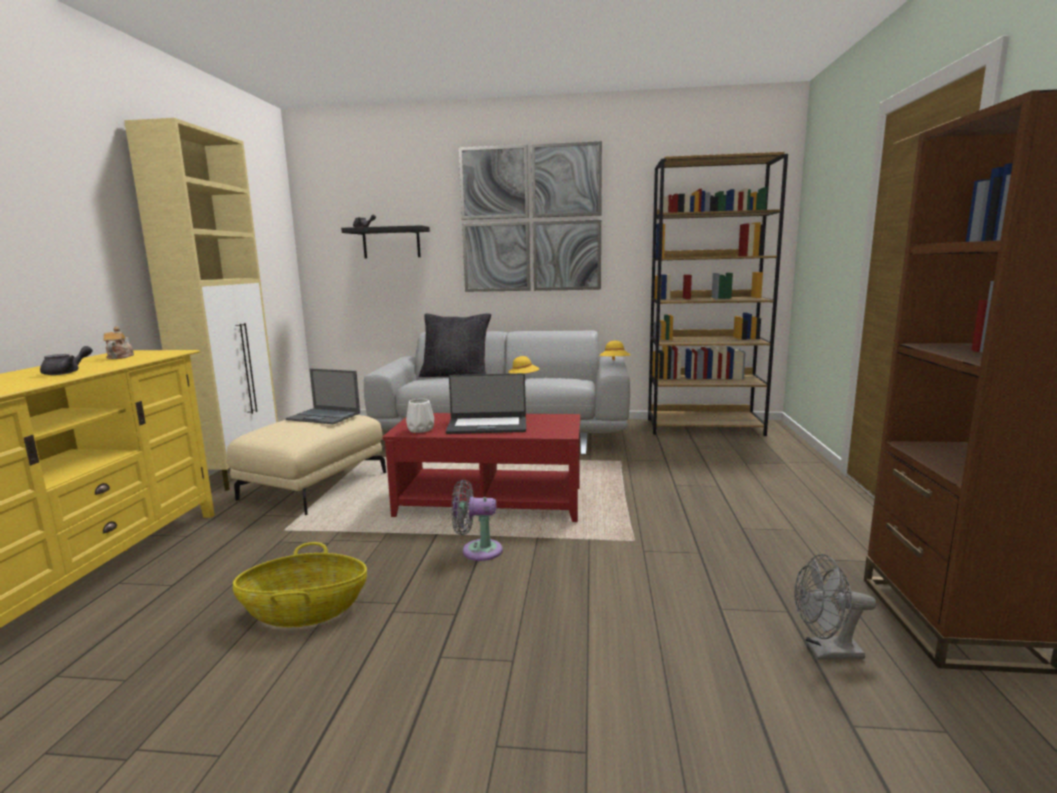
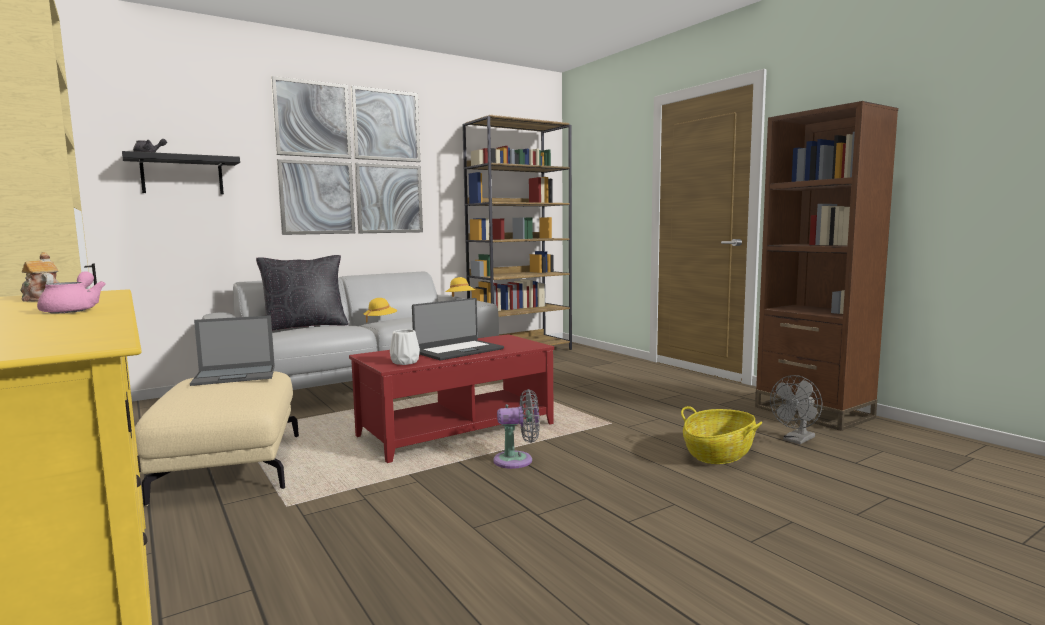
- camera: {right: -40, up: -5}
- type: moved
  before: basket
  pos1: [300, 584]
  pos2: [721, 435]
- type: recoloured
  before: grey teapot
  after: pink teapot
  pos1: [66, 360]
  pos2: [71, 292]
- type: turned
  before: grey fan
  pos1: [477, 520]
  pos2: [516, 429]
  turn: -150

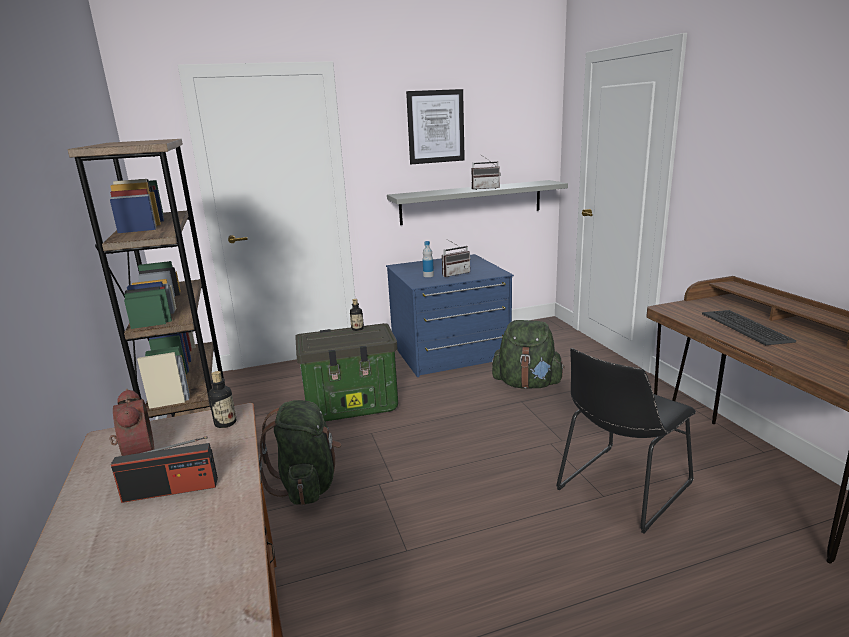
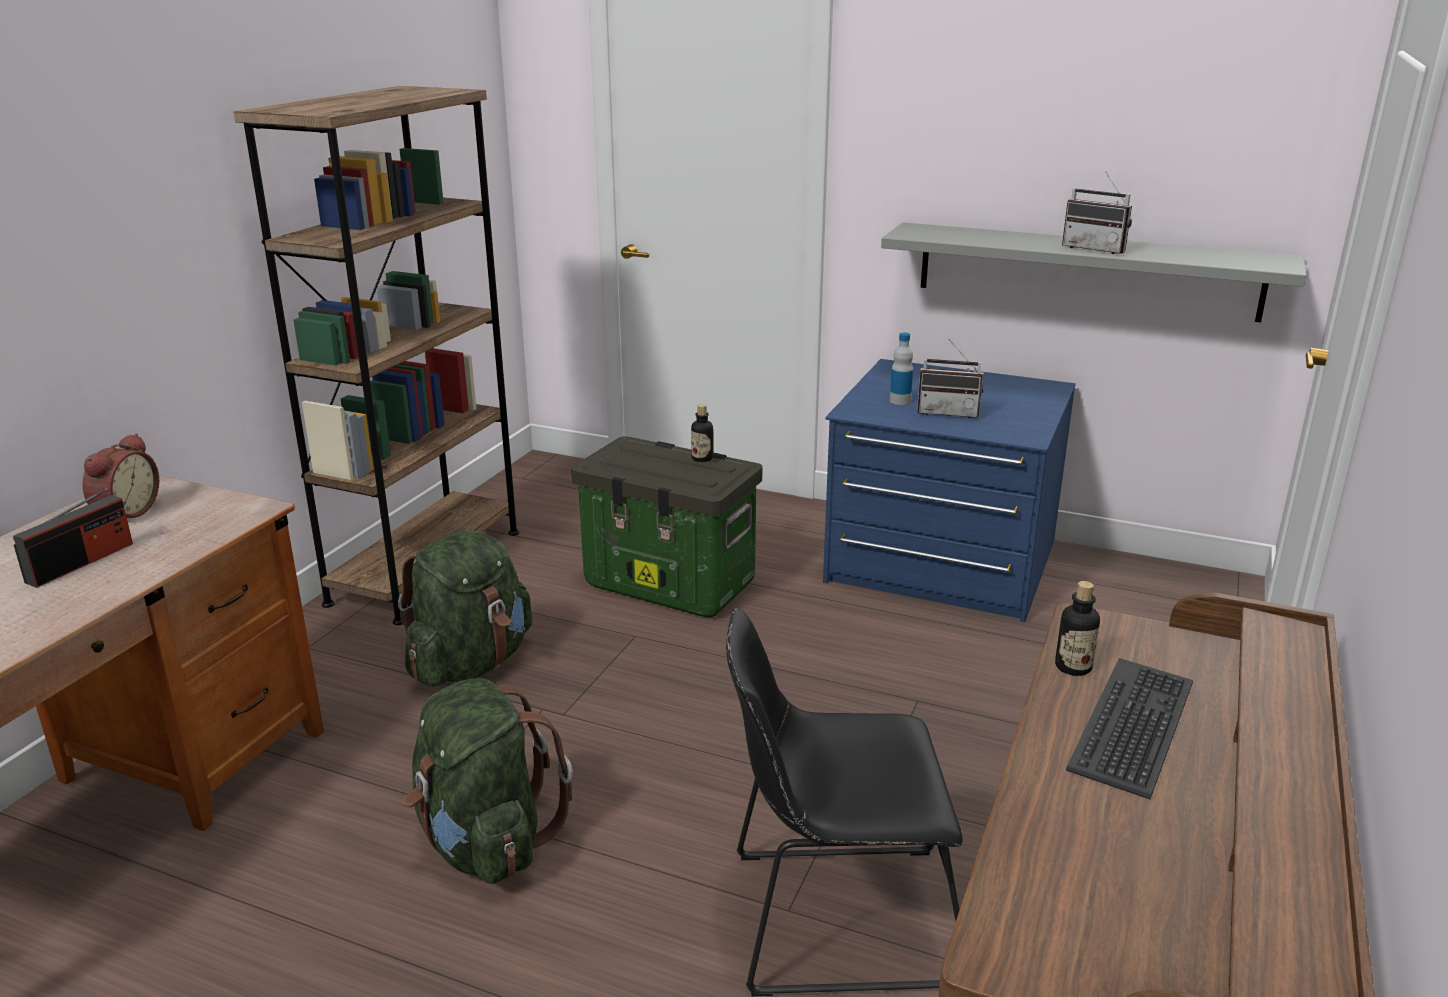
- camera: {right: 40, up: 5}
- type: removed
  before: picture
  pos1: [435, 126]
- type: moved
  before: bottle
  pos1: [222, 399]
  pos2: [1077, 628]
- type: moved
  before: green backpack
  pos1: [528, 354]
  pos2: [488, 781]
- type: turned
  before: radio
  pos1: [164, 469]
  pos2: [73, 538]
  turn: -90

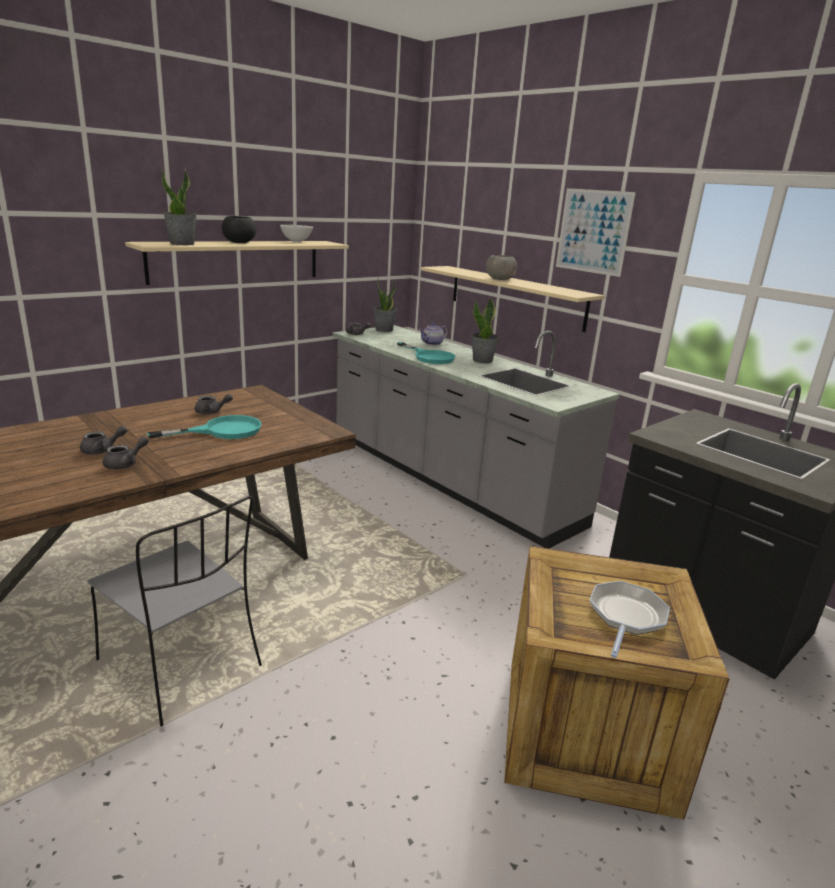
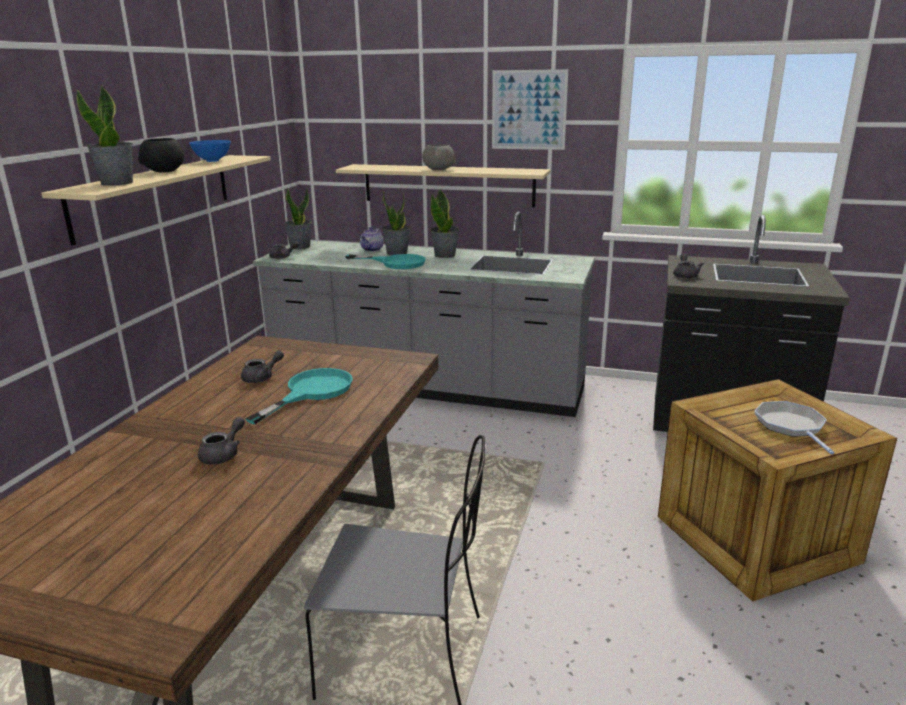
- camera: {right: -30, up: 0}
- type: added
  after: potted plant
  pos2: [396, 223]
- type: moved
  before: grey teapot
  pos1: [126, 452]
  pos2: [688, 266]
- type: recoloured
  before: white bowl
  after: blue bowl
  pos1: [296, 234]
  pos2: [210, 151]

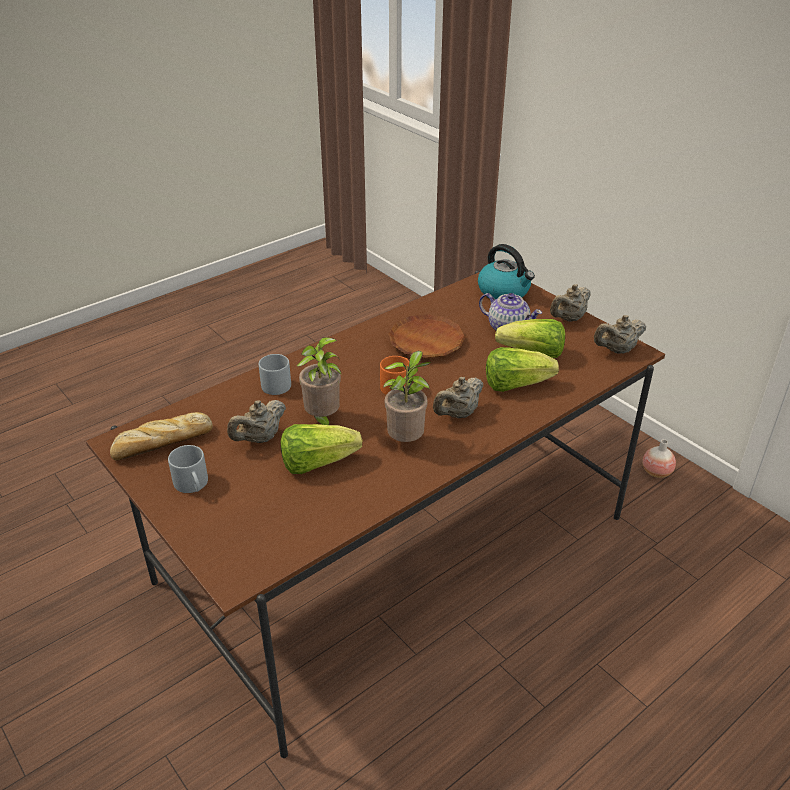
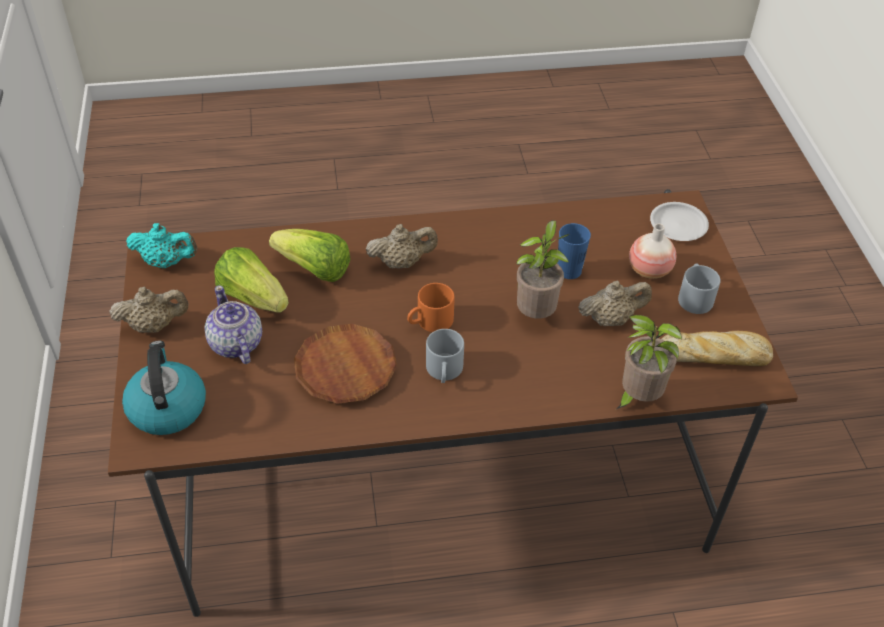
- camera: {right: -150, up: 10}
- type: added
  after: white plate
  pos2: [679, 221]
- type: moved
  before: grey mug
  pos1: [275, 374]
  pos2: [445, 356]
- type: moved
  before: potted plant
  pos1: [407, 396]
  pos2: [648, 362]
- type: moved
  before: vase
  pos1: [659, 458]
  pos2: [652, 251]
- type: replaced
  before: lettuce
  after: blue cup
  pos1: [321, 449]
  pos2: [574, 251]
- type: recoloured
  before: beige teapot
  after: turquoise teapot
  pos1: [620, 334]
  pos2: [161, 245]

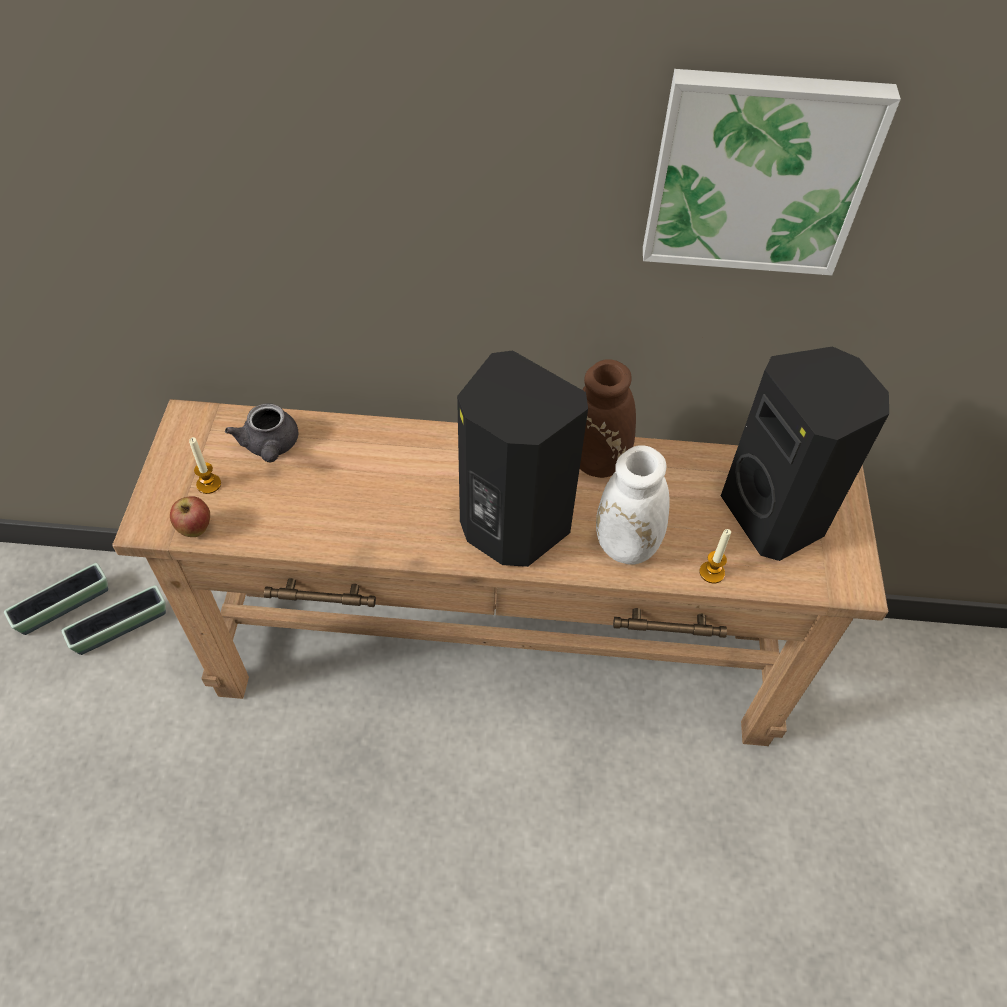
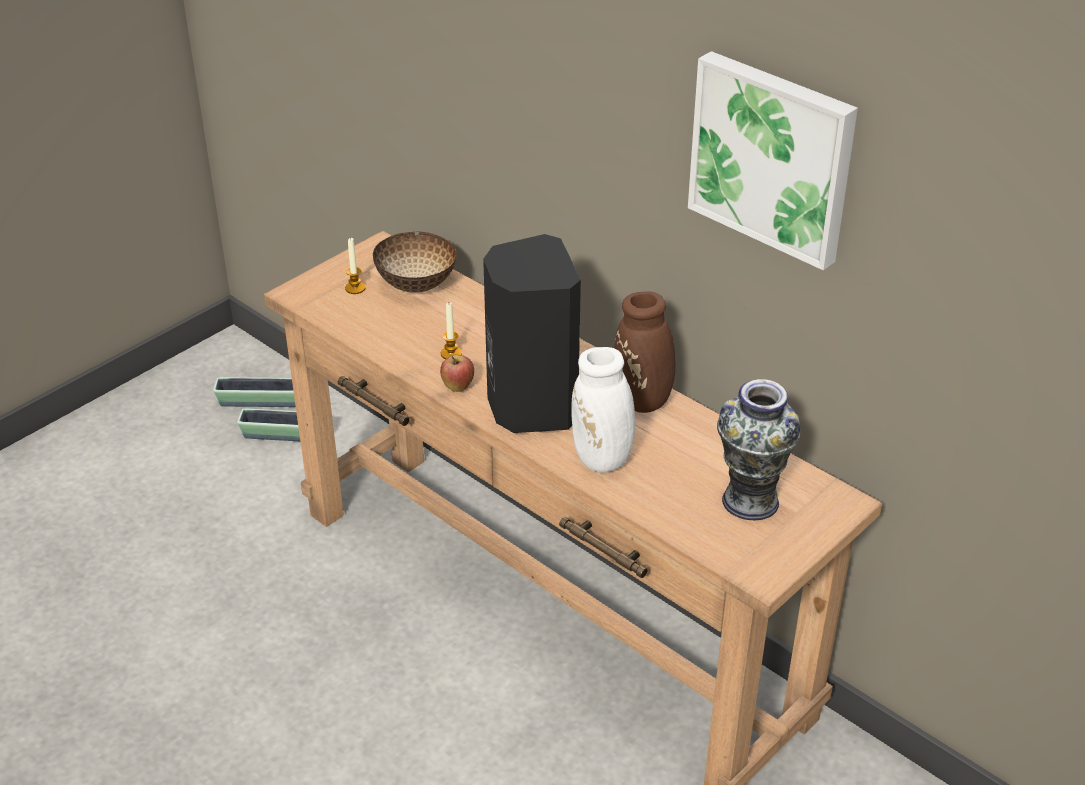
- camera: {right: 40, up: -15}
- type: moved
  before: apple
  pos1: [190, 516]
  pos2: [457, 373]
- type: moved
  before: candle
  pos1: [715, 556]
  pos2: [451, 330]
- type: replaced
  before: grey teapot
  after: bowl
  pos1: [261, 433]
  pos2: [415, 262]
- type: replaced
  before: black speaker
  after: vase
  pos1: [805, 453]
  pos2: [758, 449]

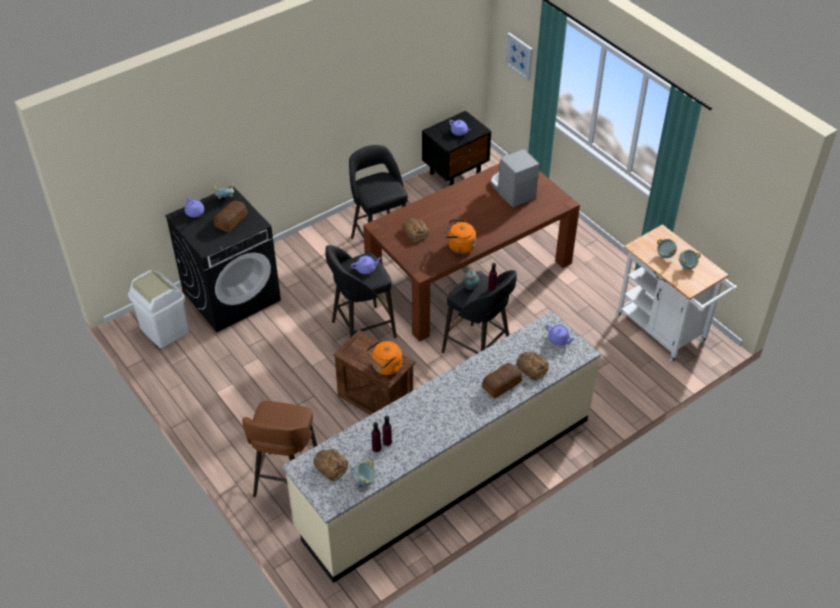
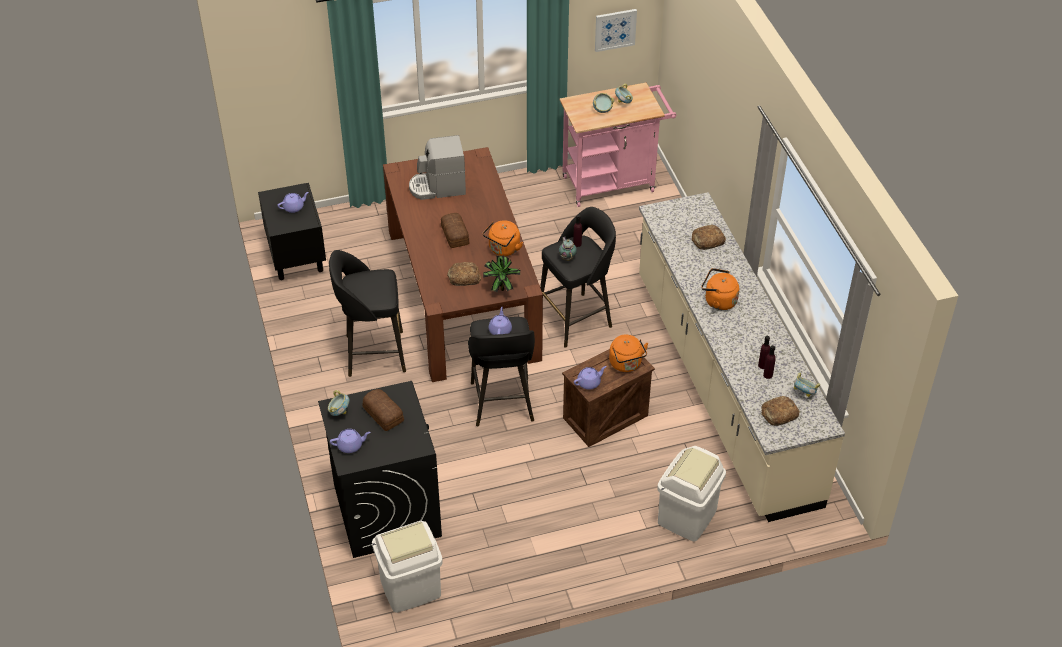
- camera: {right: -70, up: 0}
- type: added
  after: potted plant
  pos2: [502, 274]
- type: added
  after: orange kettle
  pos2: [720, 289]
- type: moved
  before: bread
  pos1: [502, 381]
  pos2: [455, 230]
- type: moved
  before: picture
  pos1: [519, 56]
  pos2: [616, 30]
- type: moved
  before: purple teapot
  pos1: [560, 335]
  pos2: [590, 378]
- type: replaced
  before: brown stool
  after: white trash can
  pos1: [279, 449]
  pos2: [691, 494]
- type: recoloured
  before: white cart
  after: pink cart
  pos1: [676, 293]
  pos2: [618, 145]

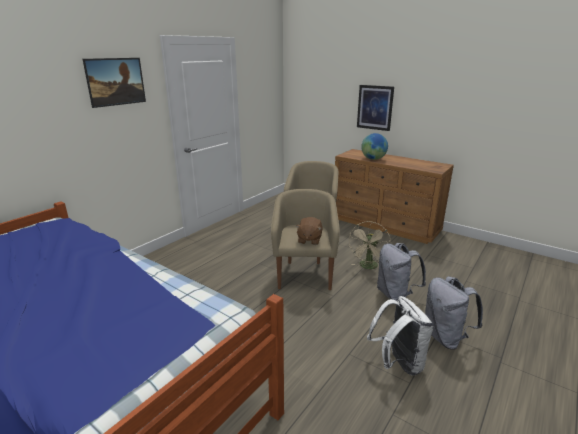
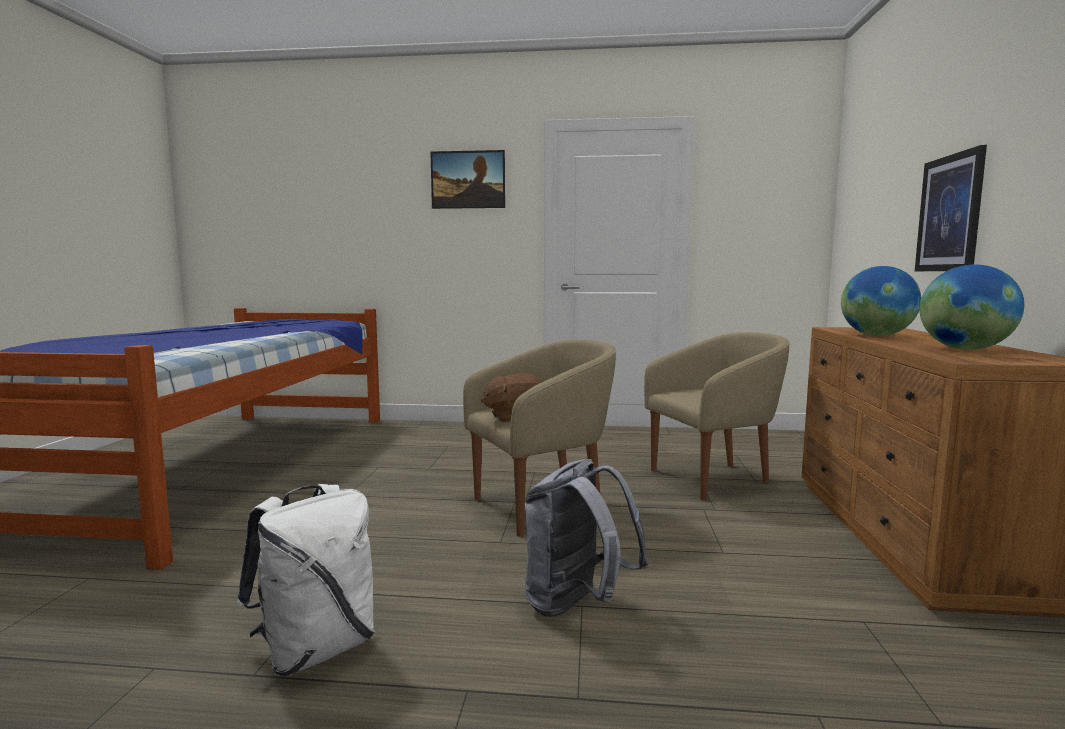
- camera: {right: 60, up: -15}
- type: removed
  before: beige fan
  pos1: [369, 245]
- type: removed
  before: grey backpack
  pos1: [454, 313]
- type: added
  after: globe
  pos2: [972, 307]

